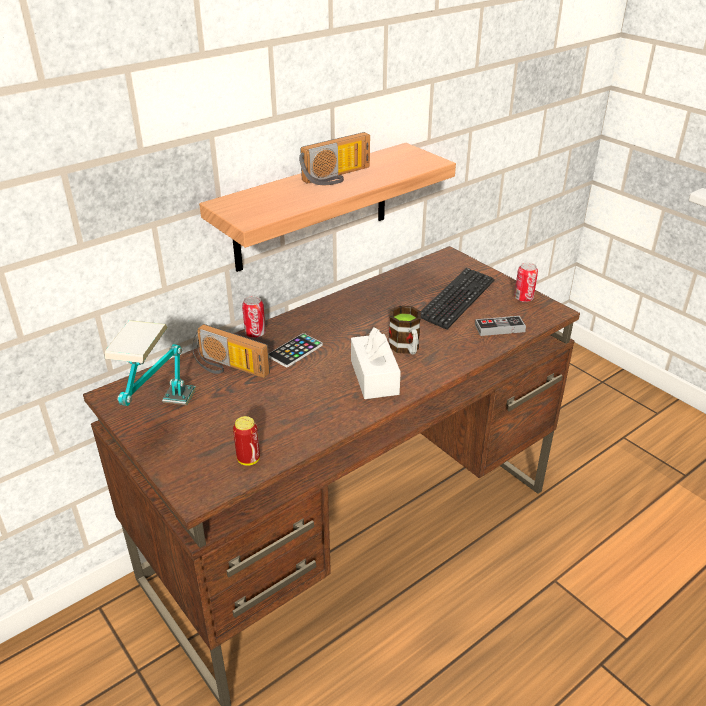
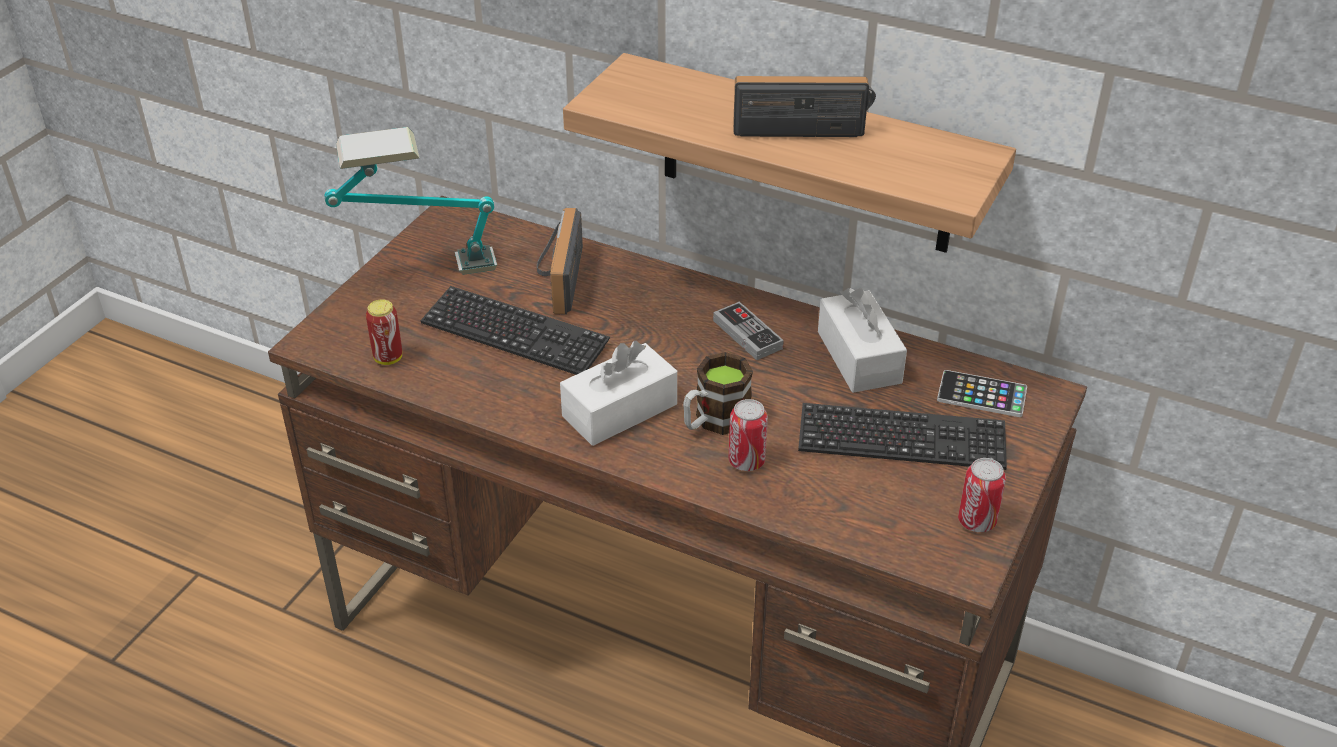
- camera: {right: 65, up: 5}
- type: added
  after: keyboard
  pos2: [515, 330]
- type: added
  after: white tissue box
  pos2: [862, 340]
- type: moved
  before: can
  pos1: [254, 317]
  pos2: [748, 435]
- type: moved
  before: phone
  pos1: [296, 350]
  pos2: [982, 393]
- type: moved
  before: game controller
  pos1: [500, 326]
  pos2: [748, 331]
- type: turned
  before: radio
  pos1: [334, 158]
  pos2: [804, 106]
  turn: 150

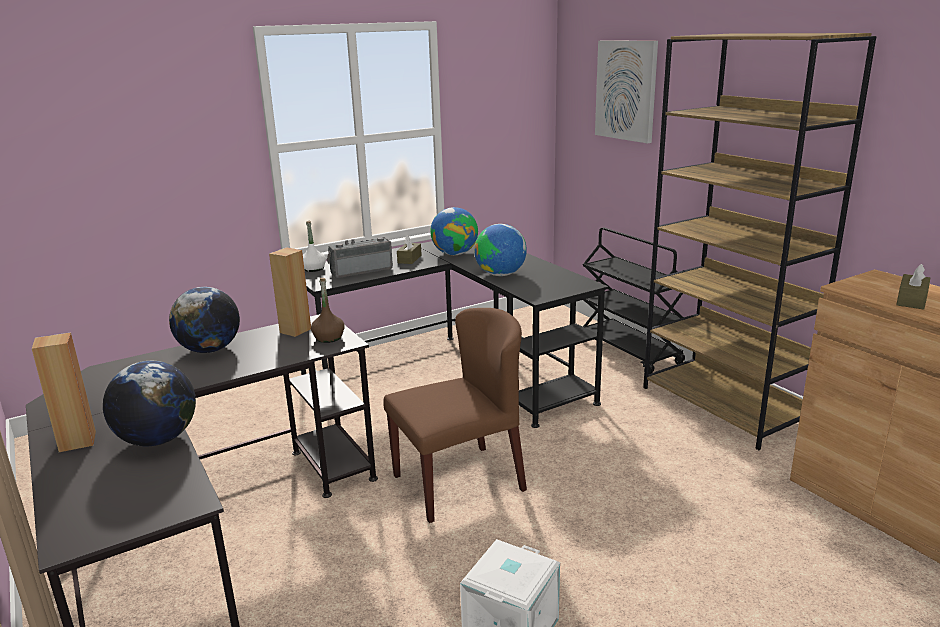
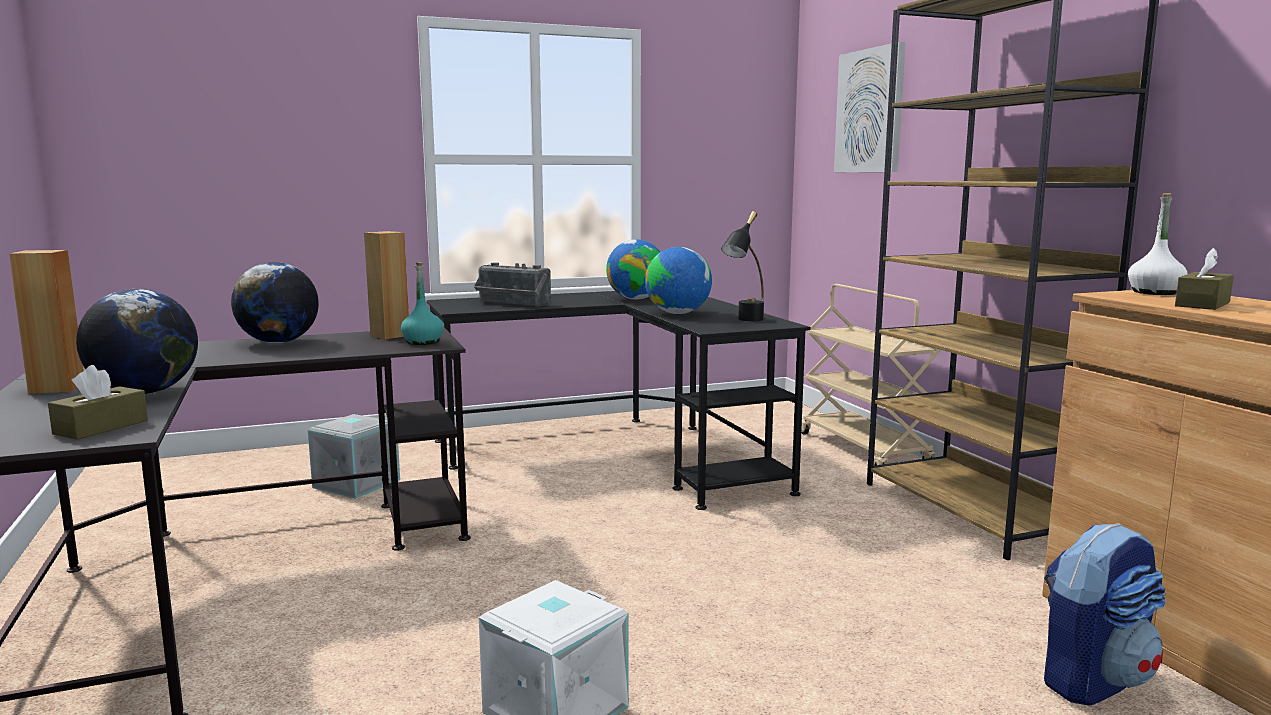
- camera: {right: 10, up: -10}
- type: removed
  before: brown chair
  pos1: [455, 415]
- type: added
  after: grey storage box
  pos2: [354, 456]
- type: added
  after: black table lamp
  pos2: [742, 266]
- type: added
  after: backpack
  pos2: [1105, 614]
- type: moved
  before: white bottle
  pos1: [314, 246]
  pos2: [1158, 244]
- type: moved
  before: brown tissue box
  pos1: [409, 249]
  pos2: [98, 402]
- type: recoloured
  before: brown bottle
  after: turquoise bottle
  pos1: [328, 310]
  pos2: [422, 303]
- type: recoloured
  before: black cart
  after: beige cart
  pos1: [634, 301]
  pos2: [871, 375]
- type: turned
  before: radio
  pos1: [360, 257]
  pos2: [512, 285]
  turn: -135

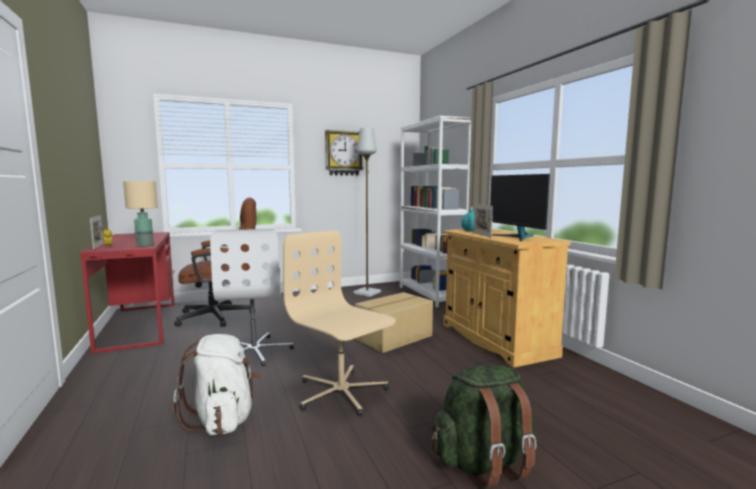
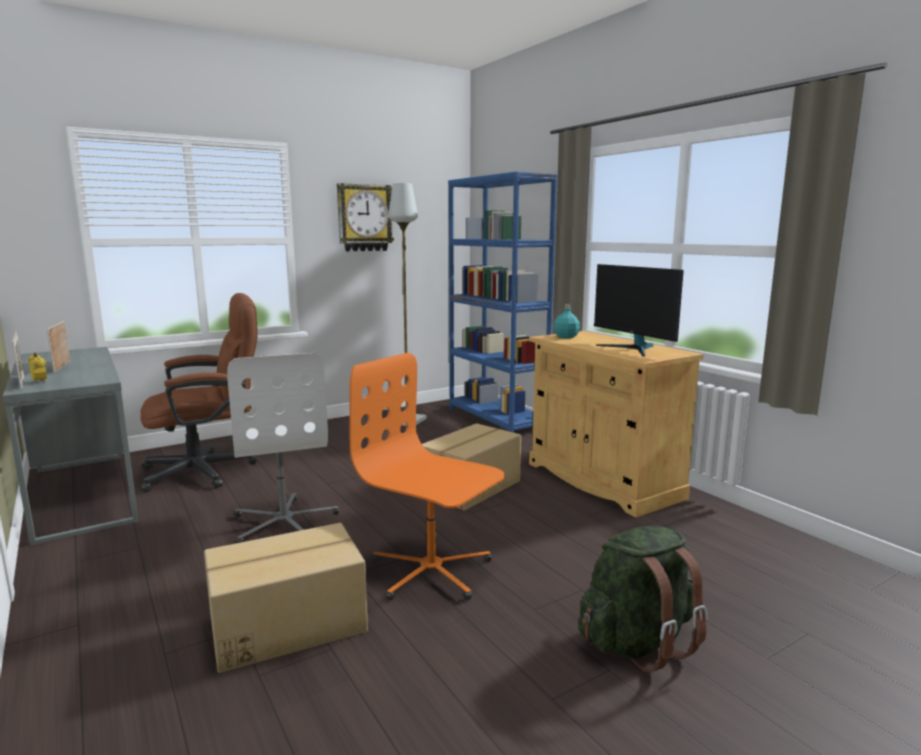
- camera: {right: -10, up: 5}
- type: removed
  before: beige table lamp
  pos1: [140, 214]
- type: moved
  before: picture frame
  pos1: [483, 221]
  pos2: [58, 346]
- type: replaced
  before: white backpack
  after: cardboard box
  pos1: [216, 385]
  pos2: [286, 598]
- type: recoloured
  before: red desk
  after: grey desk
  pos1: [127, 292]
  pos2: [71, 446]
- type: recoloured
  before: beige office chair
  after: orange office chair
  pos1: [339, 323]
  pos2: [427, 476]
- type: recoloured
  before: white bookcase
  after: blue bookcase
  pos1: [435, 212]
  pos2: [503, 302]

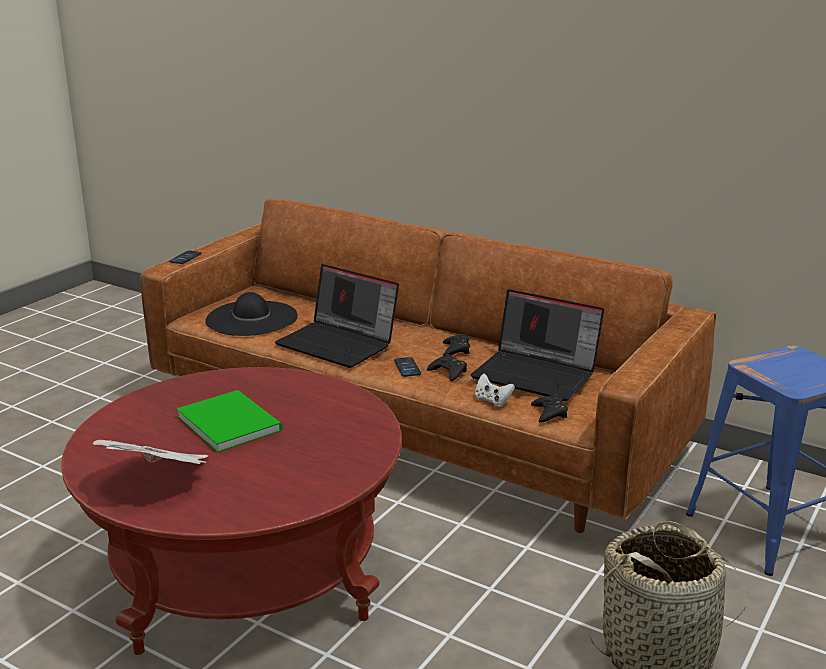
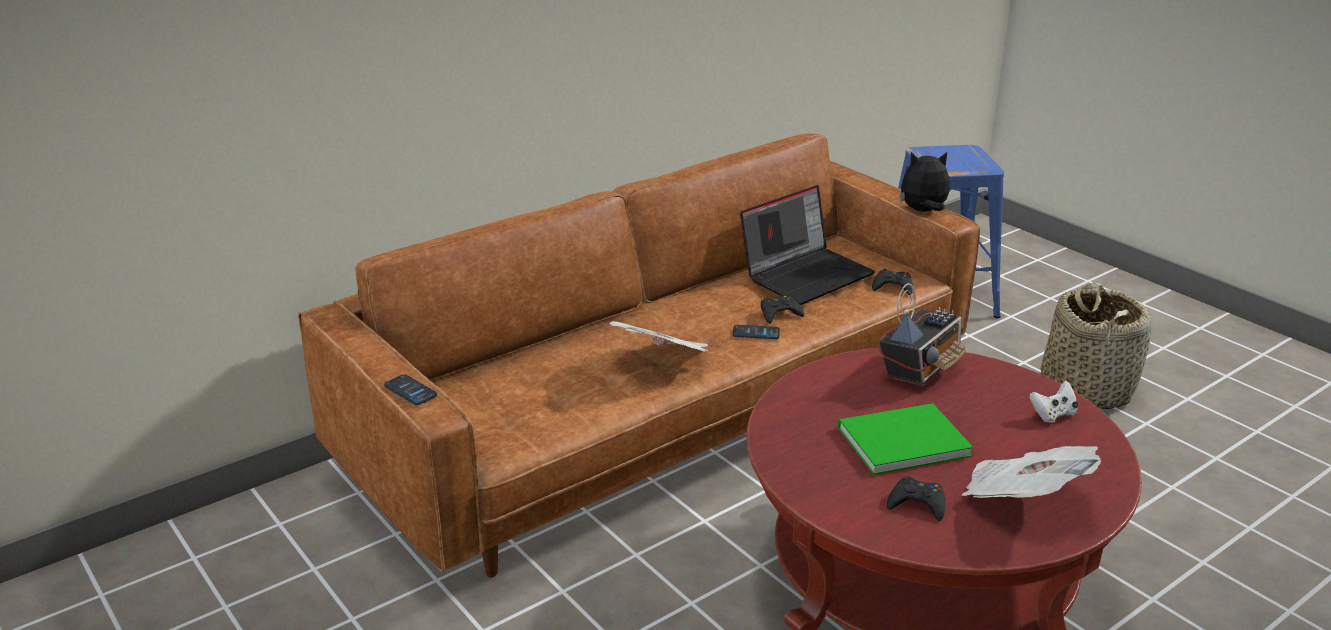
- camera: {right: -70, up: 5}
- type: removed
  before: black hat
  pos1: [251, 314]
- type: added
  after: radio
  pos2: [922, 335]
- type: added
  after: plush toy
  pos2: [925, 182]
- type: moved
  before: black game controller
  pos1: [456, 345]
  pos2: [916, 498]
- type: moved
  before: white game controller
  pos1: [495, 390]
  pos2: [1054, 402]
- type: replaced
  before: laptop
  after: newspaper
  pos1: [337, 316]
  pos2: [659, 336]

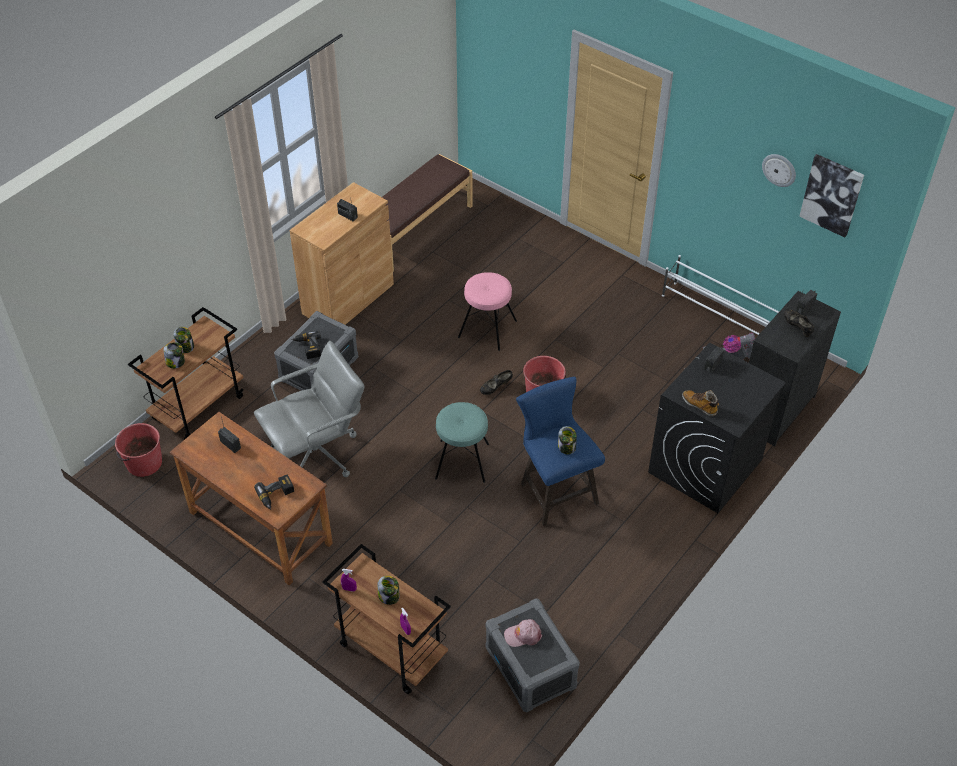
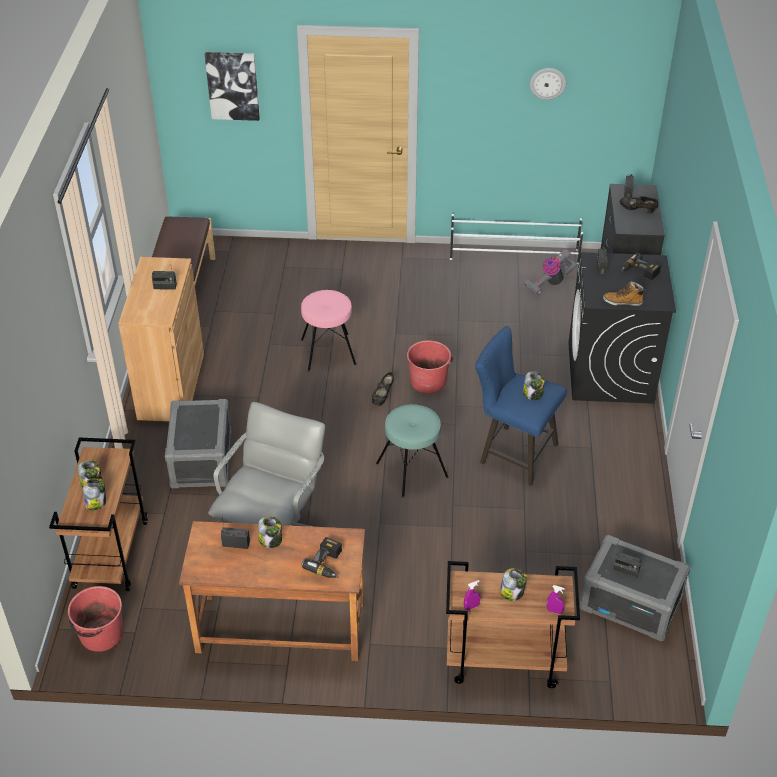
- camera: {right: -35, up: -5}
- type: added
  after: jar
  pos2: [270, 532]
- type: moved
  before: power drill
  pos1: [306, 345]
  pos2: [641, 266]
- type: moved
  before: picture
  pos1: [831, 195]
  pos2: [232, 86]
- type: replaced
  before: pink cap
  after: radio
  pos1: [523, 633]
  pos2: [627, 565]

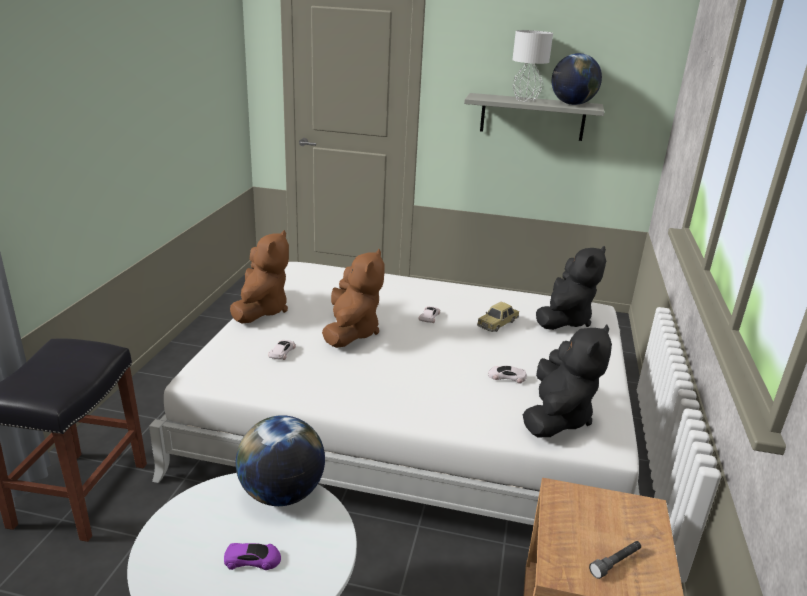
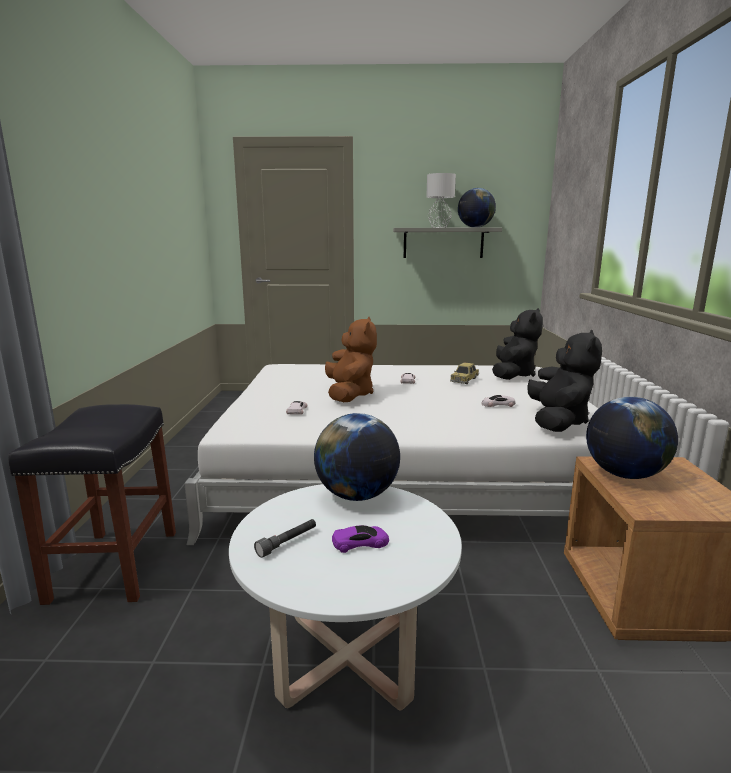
- camera: {right: -10, up: -10}
- type: removed
  before: brown plush toy
  pos1: [259, 277]
- type: added
  after: globe
  pos2: [632, 438]
- type: moved
  before: grey flashlight
  pos1: [615, 560]
  pos2: [285, 538]

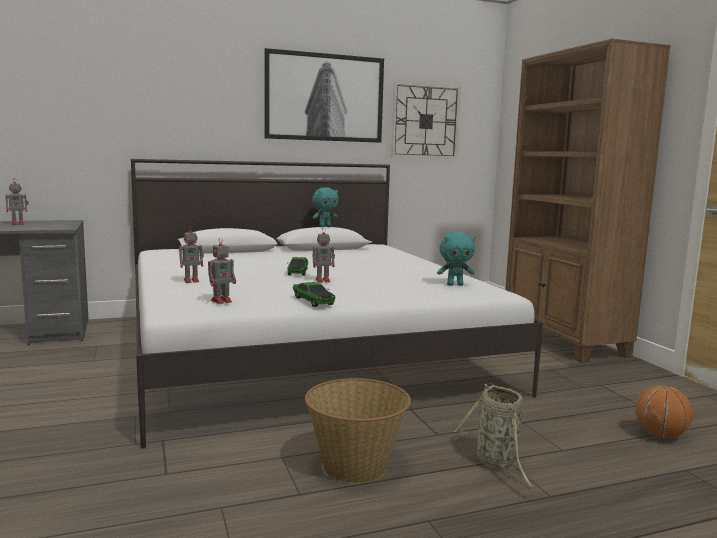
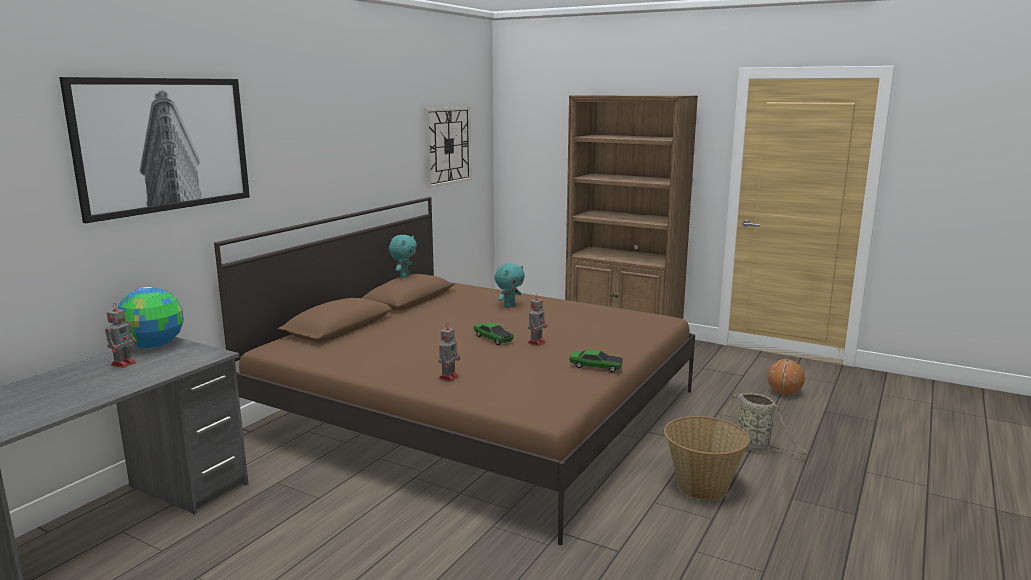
- camera: {right: -40, up: 5}
- type: removed
  before: toy robot
  pos1: [222, 270]
- type: added
  after: globe
  pos2: [150, 317]
- type: moved
  before: picture
  pos1: [324, 95]
  pos2: [154, 150]
- type: moved
  before: turquoise plush toy
  pos1: [456, 259]
  pos2: [510, 285]
- type: recoloured
  before: white bed
  after: brown bed
  pos1: [337, 304]
  pos2: [454, 371]

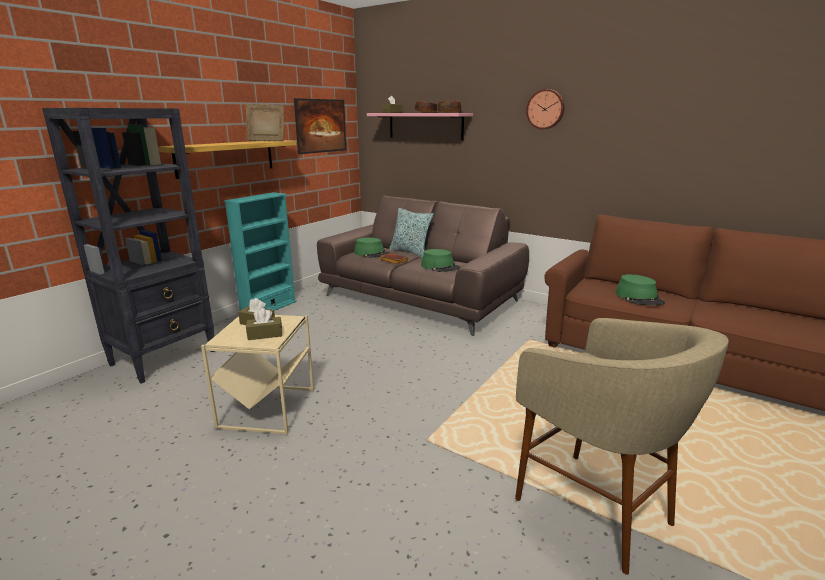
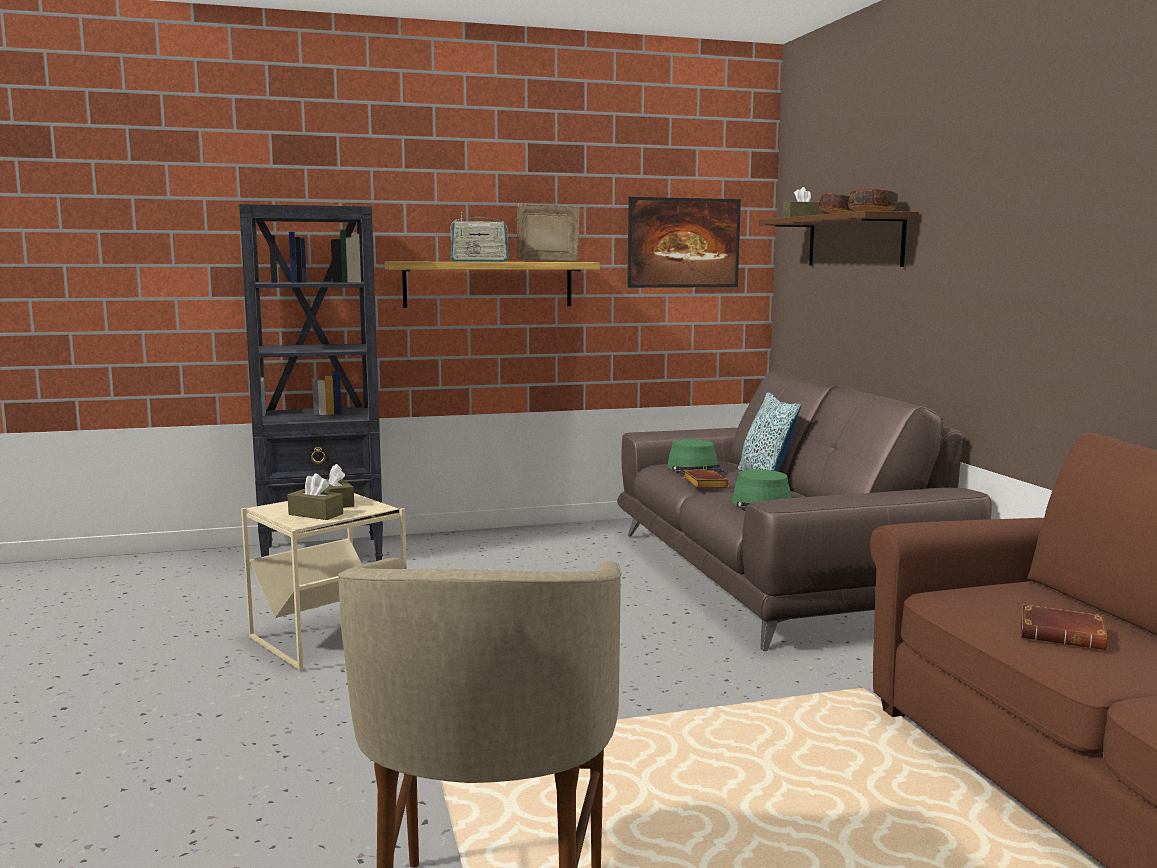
- camera: {right: 40, up: -10}
- type: removed
  before: turquoise bookcase
  pos1: [260, 251]
- type: removed
  before: wall clock
  pos1: [545, 109]
- type: added
  after: radio
  pos2: [480, 237]
- type: replaced
  before: green hat
  after: brown book
  pos1: [640, 289]
  pos2: [1064, 627]
- type: recoloured
  before: pink shelf
  after: brown shelf
  pos1: [420, 126]
  pos2: [839, 239]

